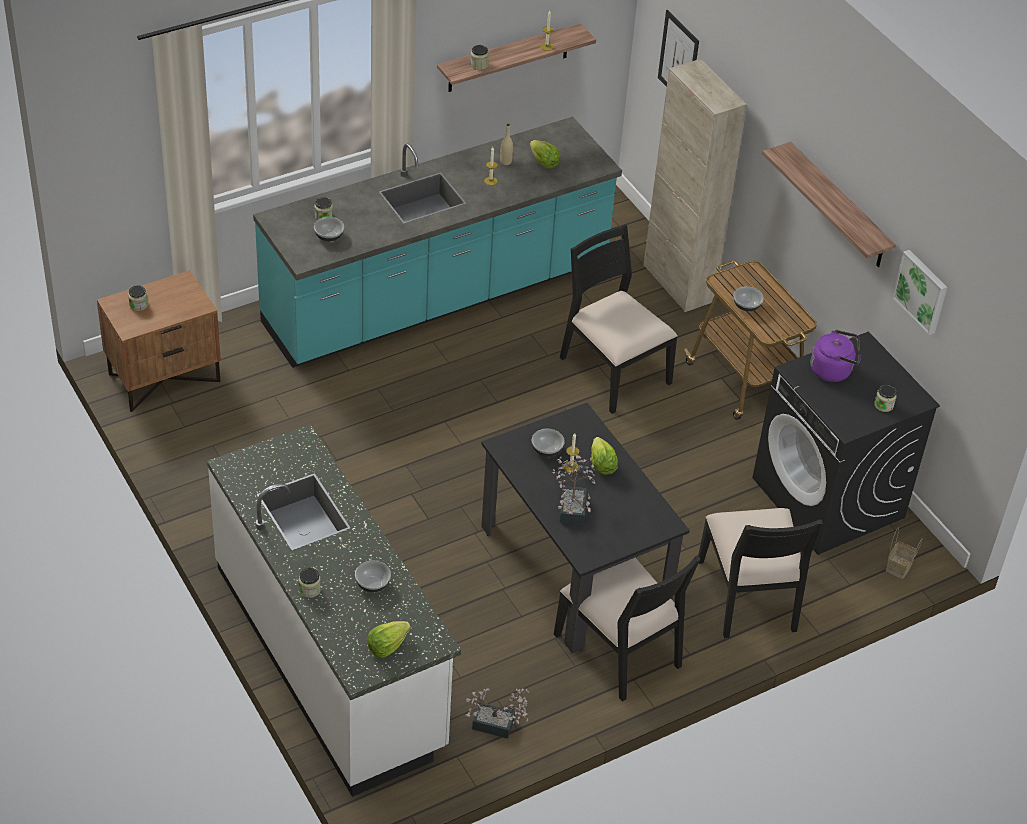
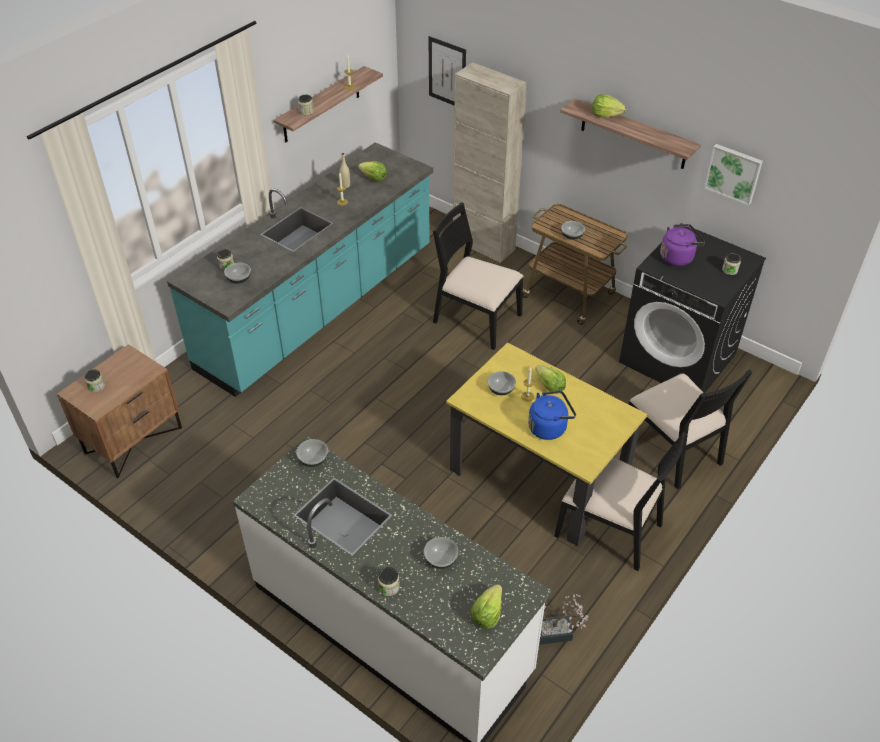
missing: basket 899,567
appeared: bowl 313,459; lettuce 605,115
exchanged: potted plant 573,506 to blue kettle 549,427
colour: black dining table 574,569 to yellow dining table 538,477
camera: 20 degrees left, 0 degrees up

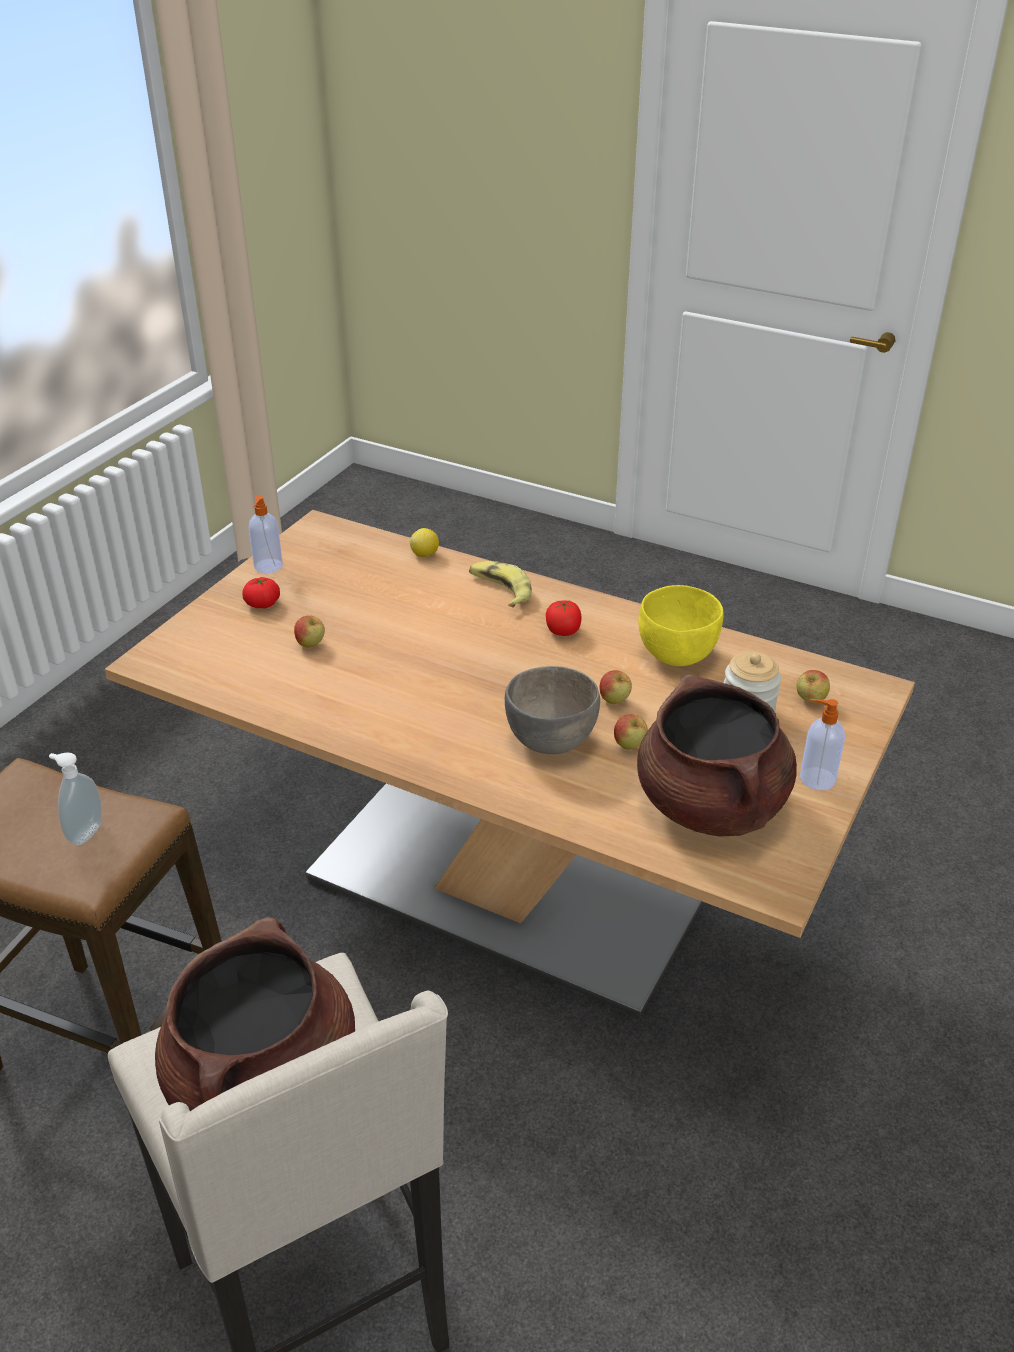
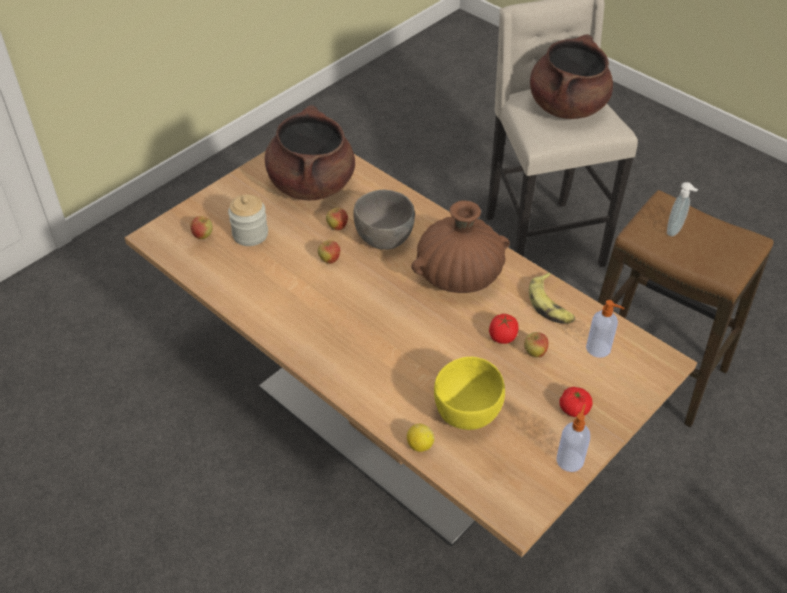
appeared: brown vase 459,275
relocated: yellow bowl 676,656 to 467,413; tomato 563,631 to 502,337; banana 500,590 to 551,305; soap dispenser 816,778 to 599,349
camera: 165 degrees left, 10 degrees up

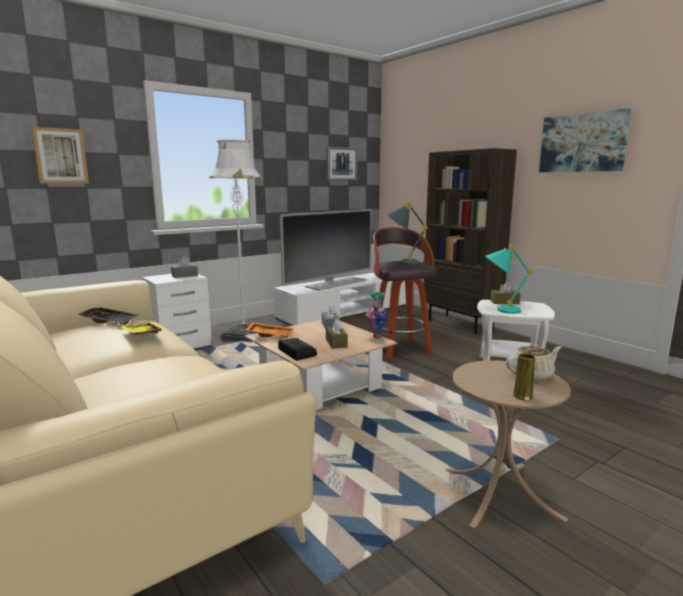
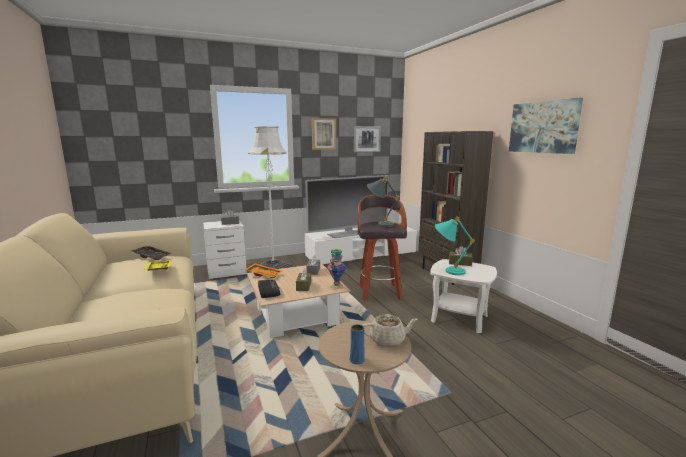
relocated: picture 60,156 to 323,134
colour: yellow vase 522,396 to blue vase 357,360
camera: 15 degrees right, 0 degrees up

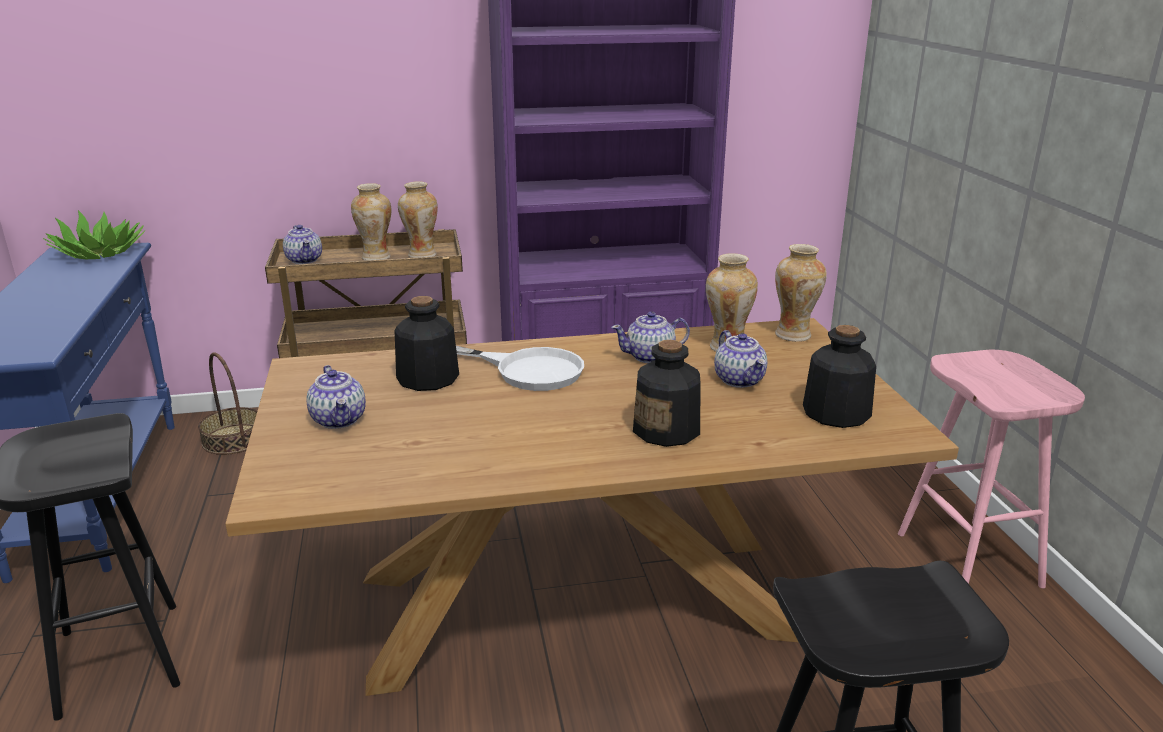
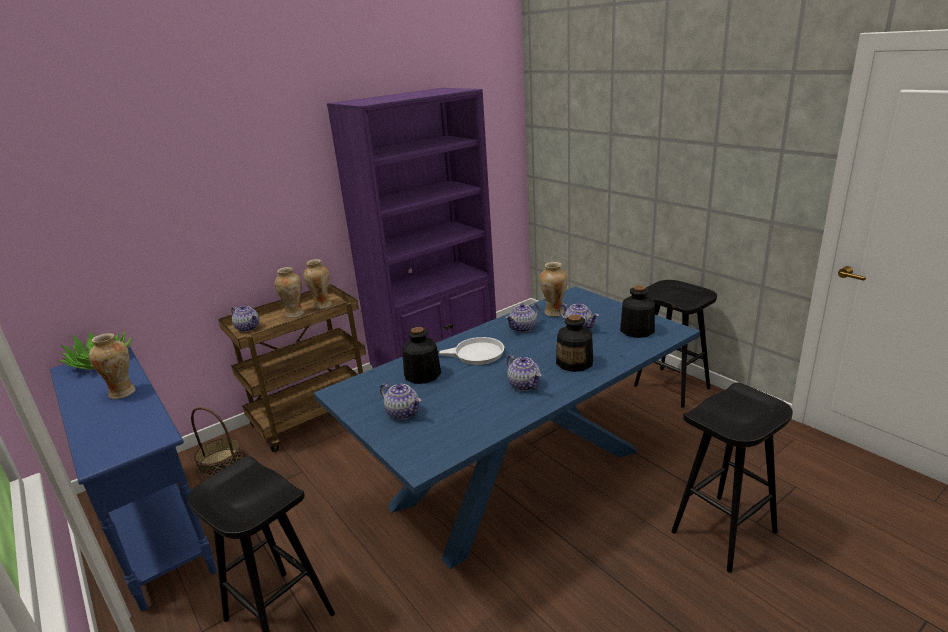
appeared: teapot 524,385
relocated: vase 794,335 to 123,393
colour: brown dining table 582,605 to blue dining table 520,476; pink stool 970,560 to black stool 673,387
camera: 25 degrees left, 0 degrees up

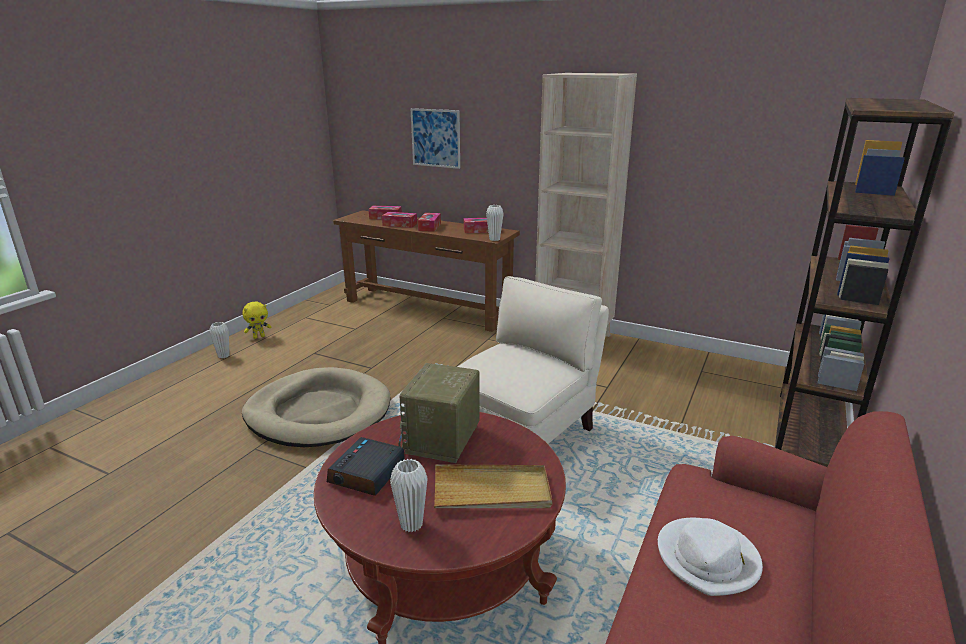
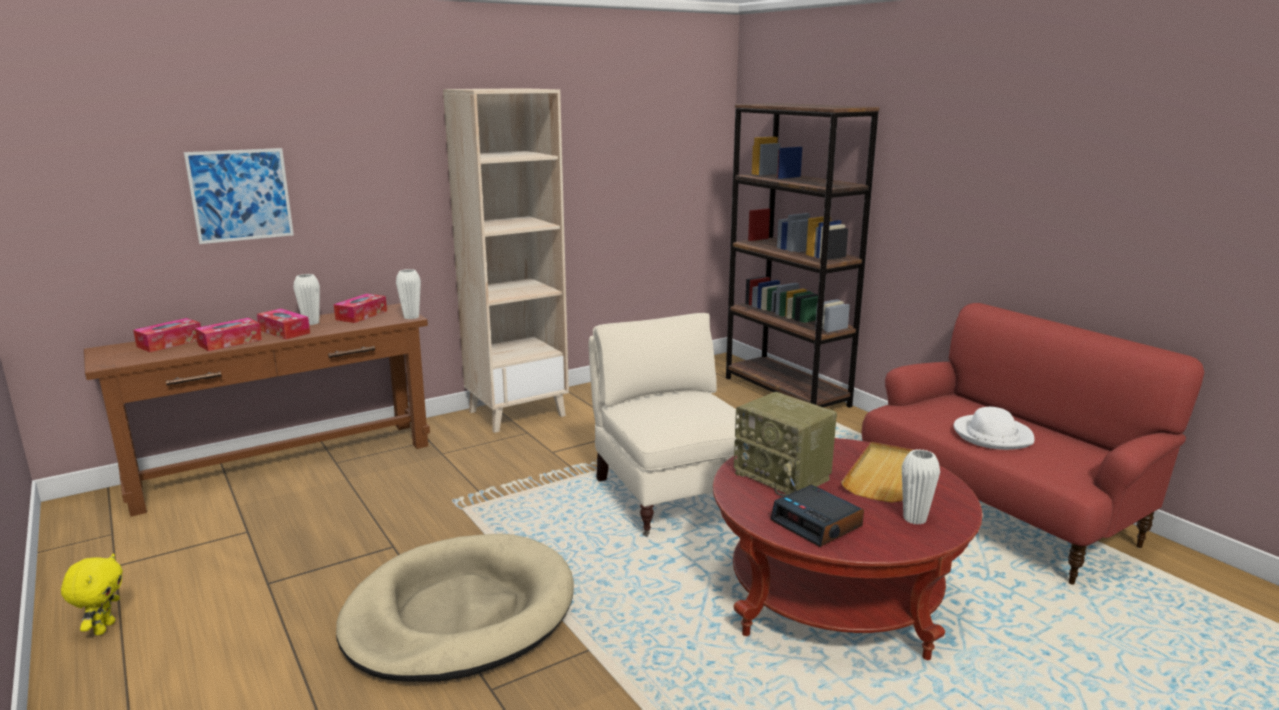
relocated: white vase 223,356 to 311,323
camera: 60 degrees left, 5 degrees down

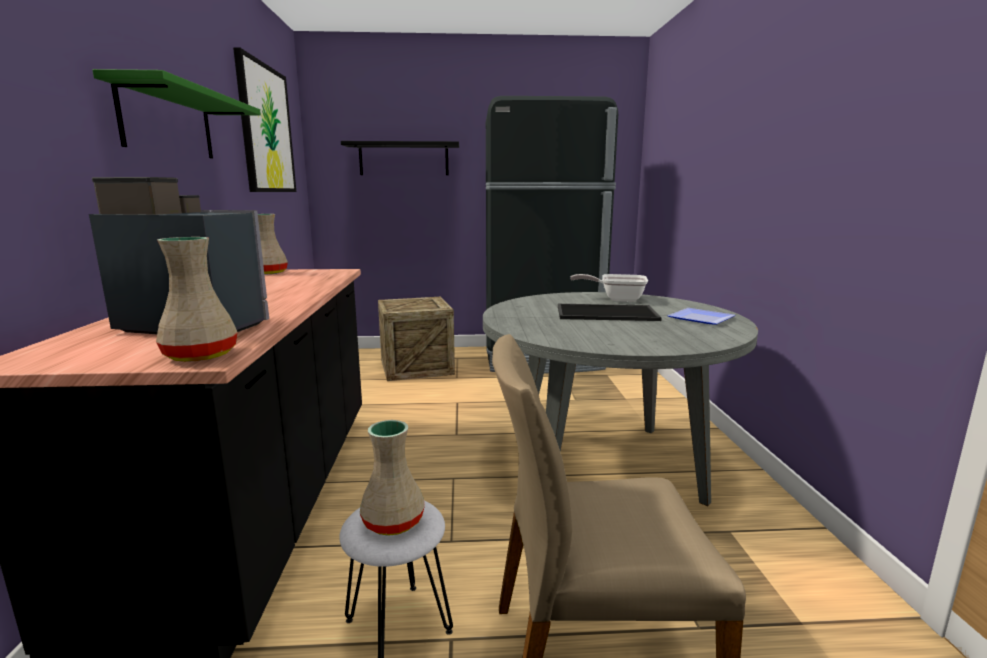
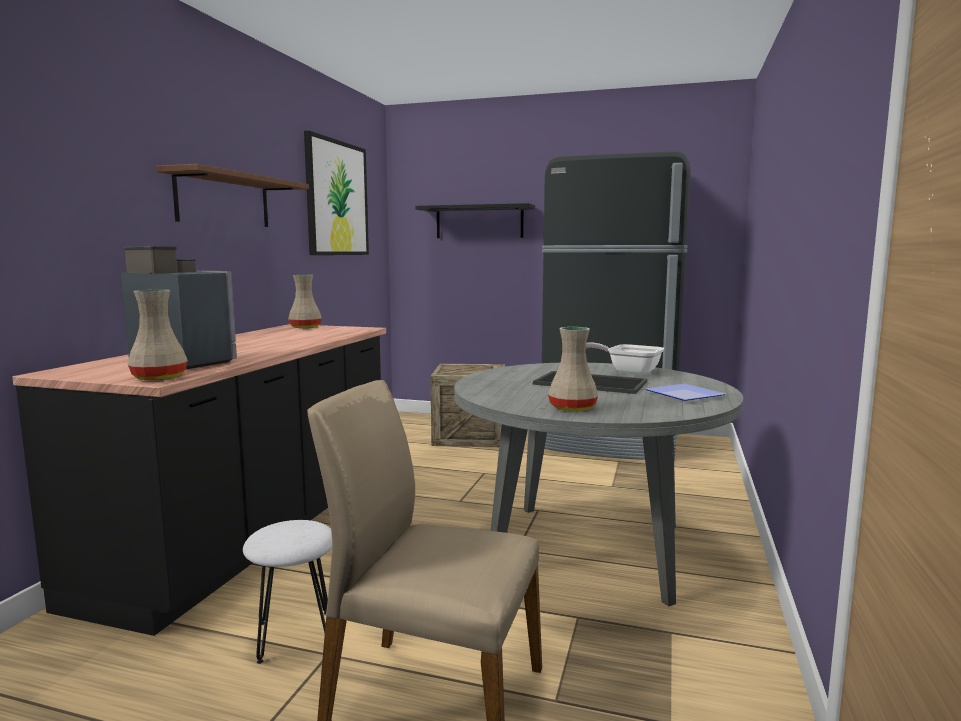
relocated: beige vase 395,522 to 573,408
colour: green shelf 168,123 to brown shelf 224,200
camera: 20 degrees right, 5 degrees down

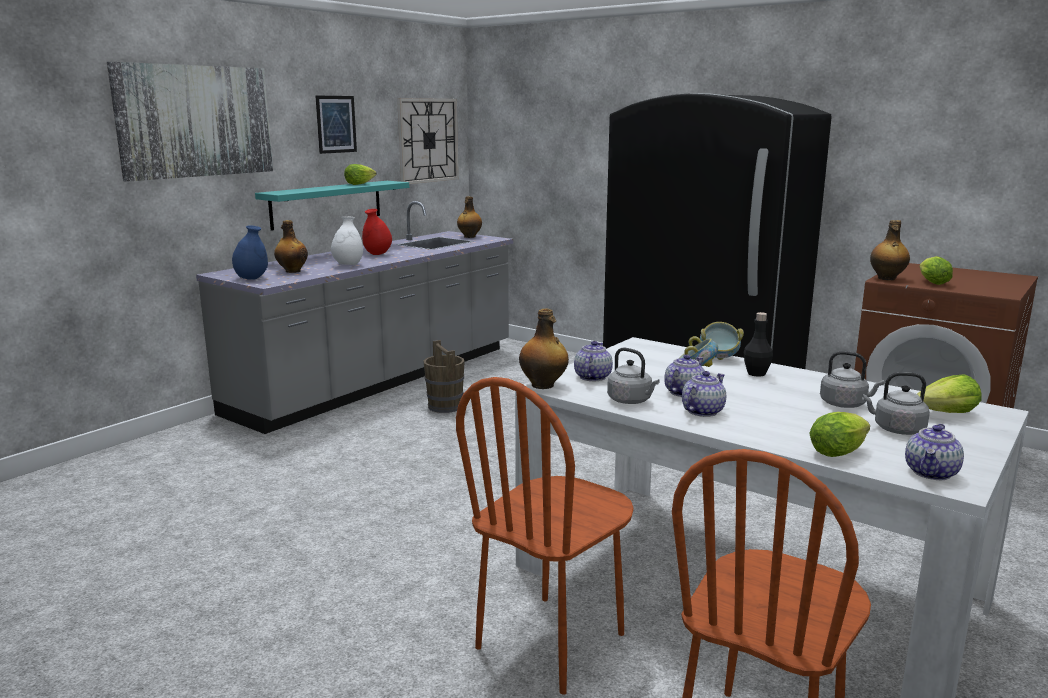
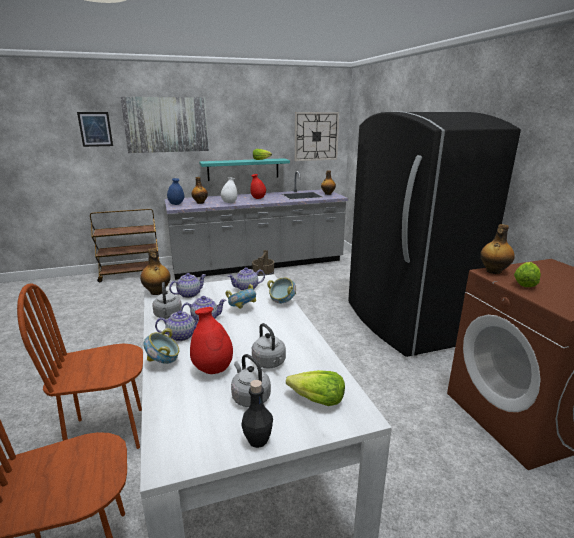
missing: lettuce 840,452
appeared: brown cart 131,274; bowl 164,362; red vase 213,369
relocated: picture 336,124 to 95,129; teapot 932,473 to 247,288; black bottle 756,373 to 258,440
camera: 35 degrees right, 5 degrees up

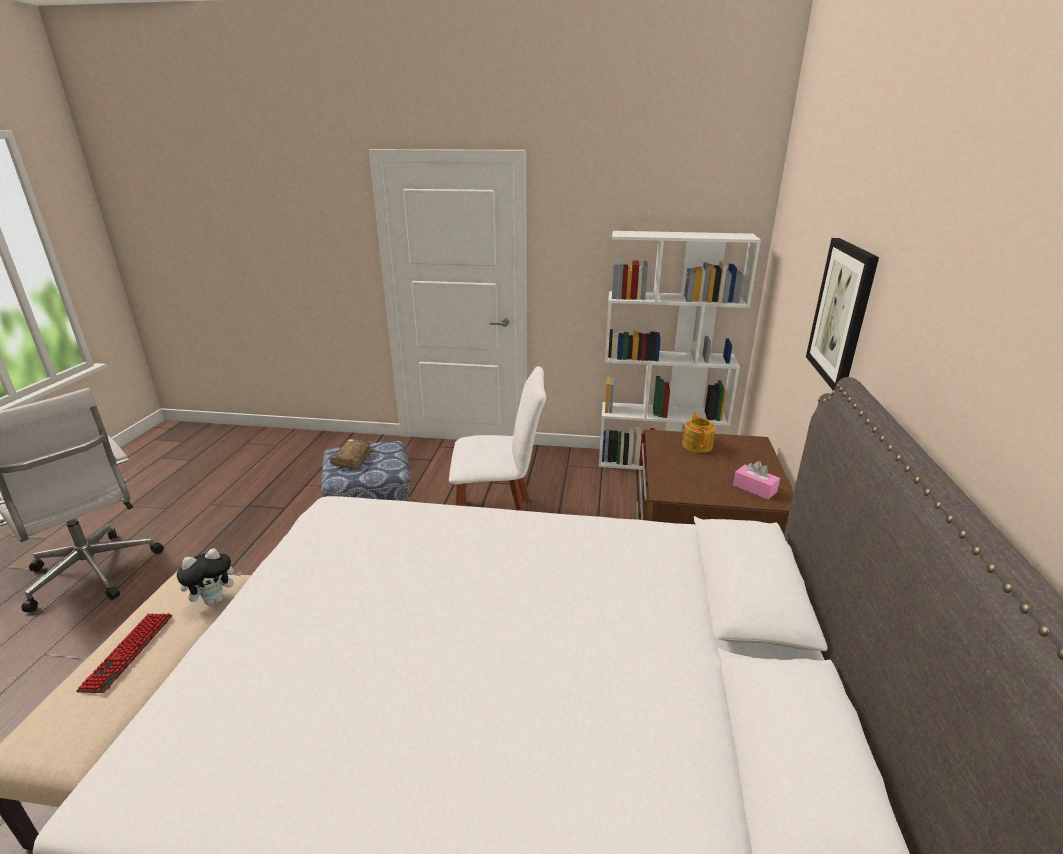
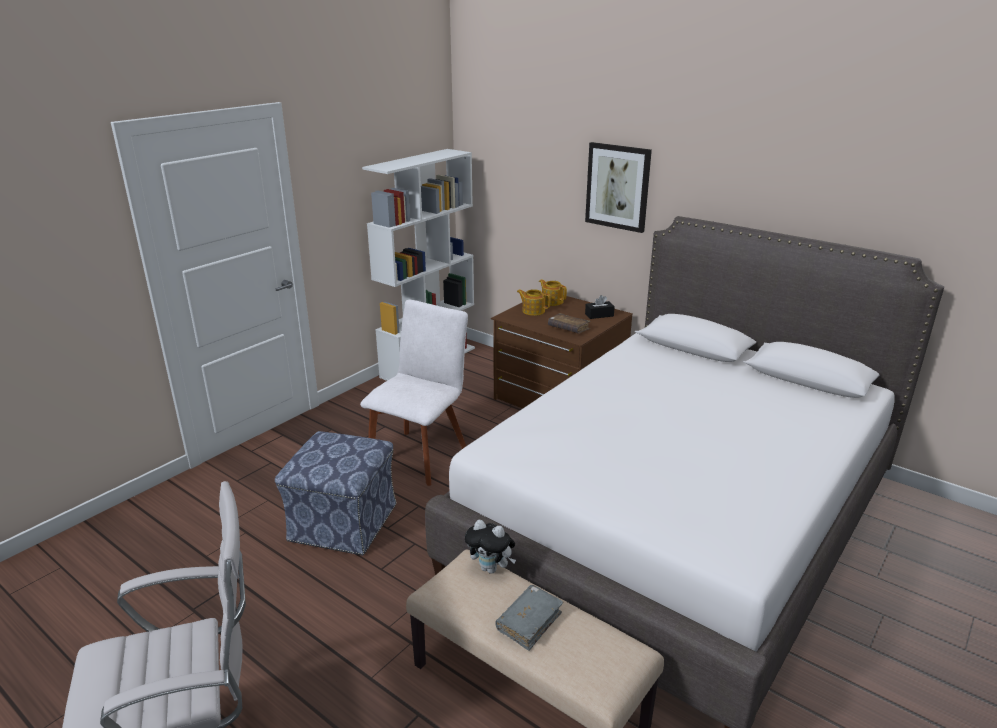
appeared: teapot 552,301
relocated: brown book 352,459 to 568,328
exchanged: keyboard 128,652 to grey book 529,622
colour: pink tissue box 754,488 to black tissue box 599,315
spun: plush toy 215,599 = 491,568 120 degrees clockwise
camera: 60 degrees left, 0 degrees up

